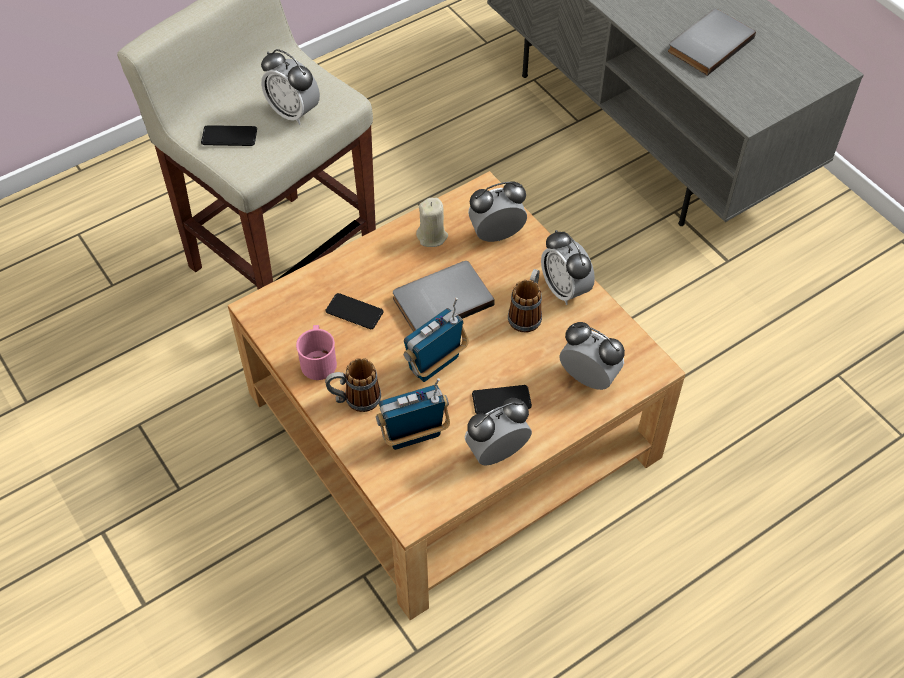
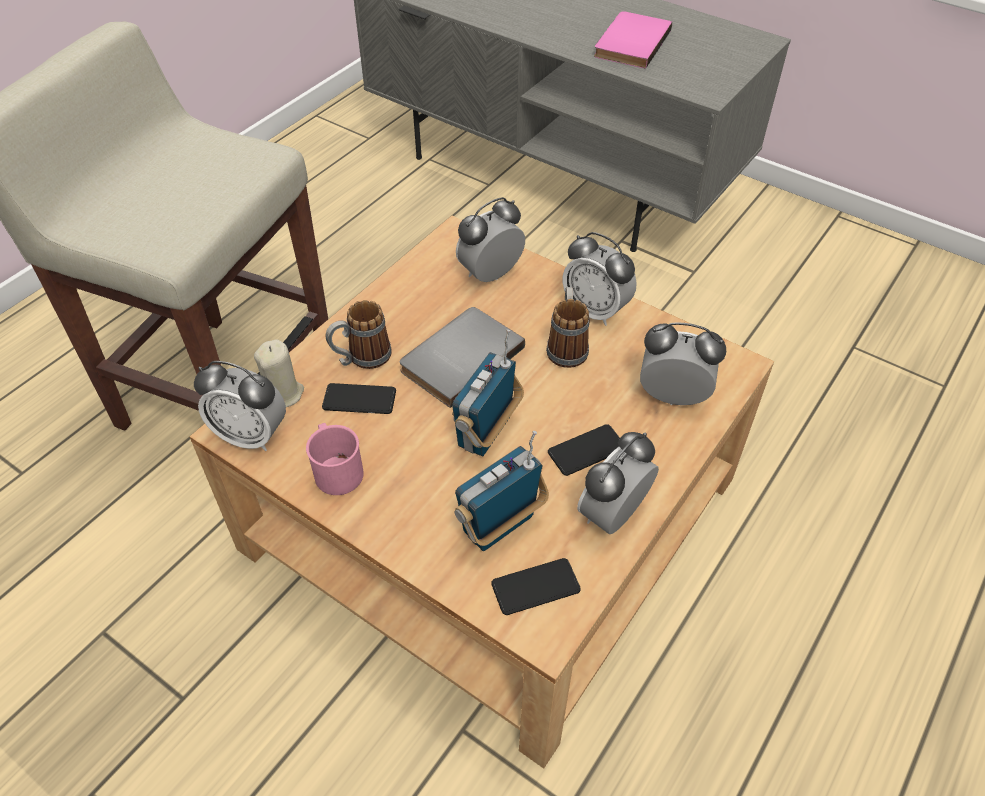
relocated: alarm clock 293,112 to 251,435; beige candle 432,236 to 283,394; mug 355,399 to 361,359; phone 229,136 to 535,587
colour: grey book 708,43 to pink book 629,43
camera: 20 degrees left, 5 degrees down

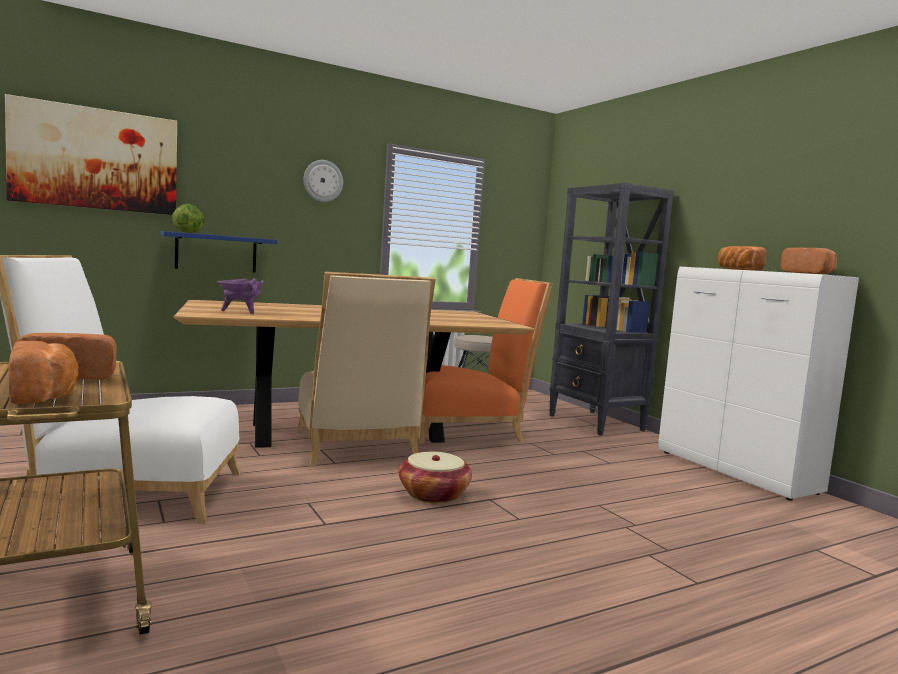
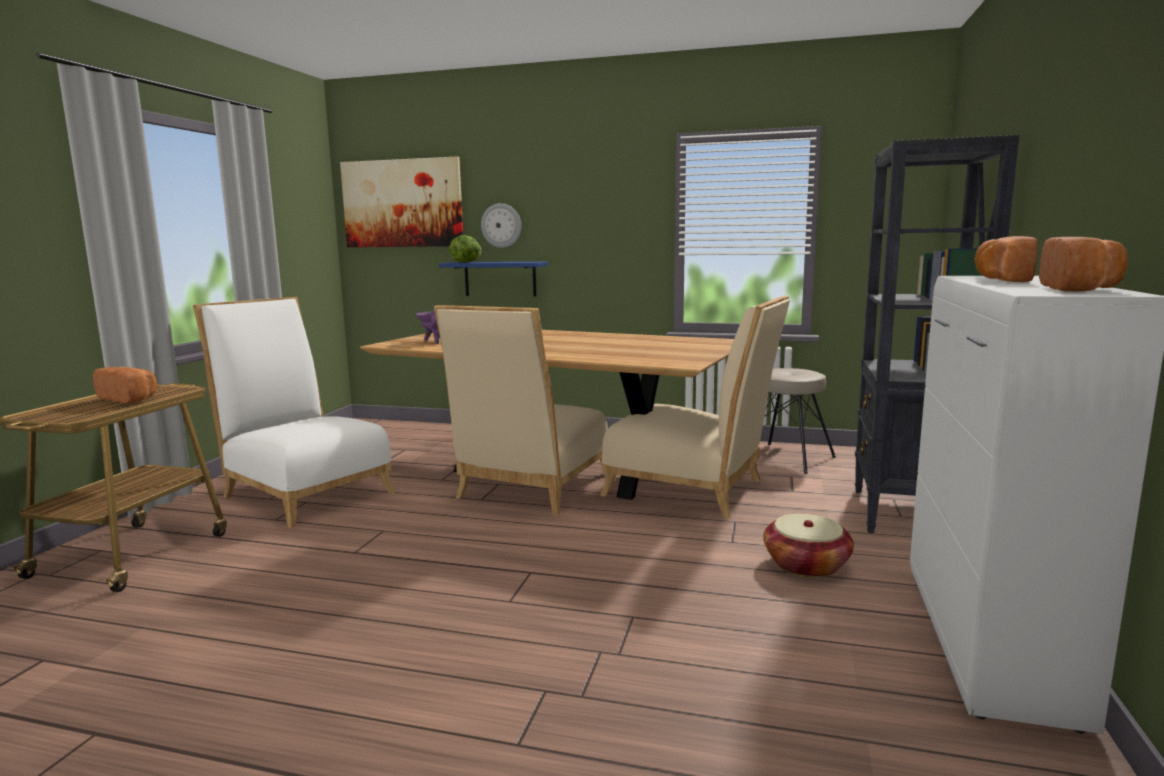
missing: bread 45,395
relocated: wall clock 323,181 to 501,225; basket 433,494 to 806,565
colour: orange chair 467,429 to beige chair 693,489
camera: 45 degrees right, 5 degrees up

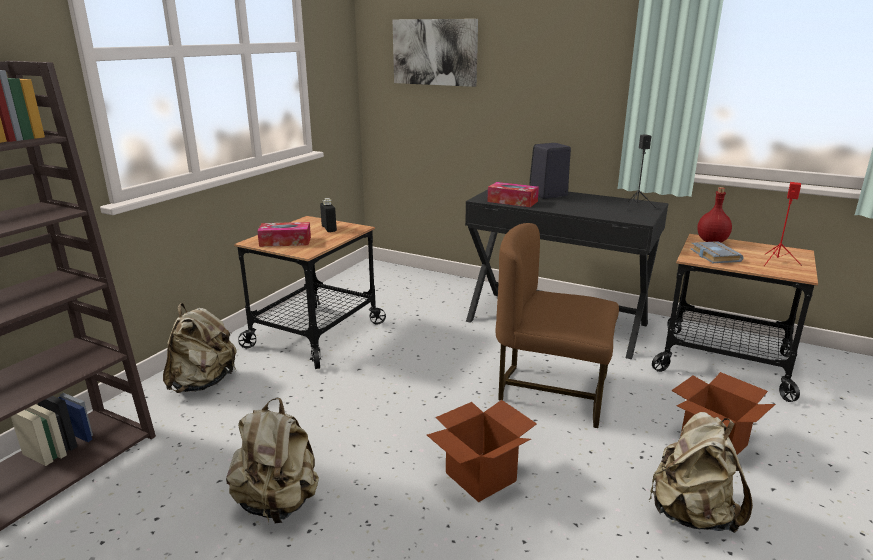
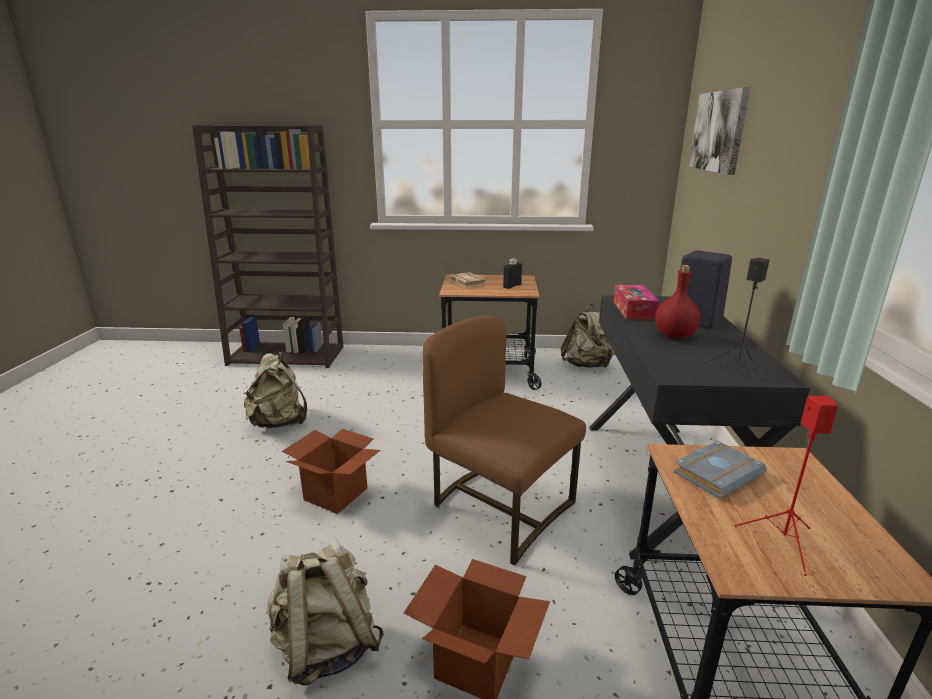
relocated: beige backpack 203,383 to 588,365; red bottle 712,241 to 675,336
exchanged: tissue box 285,241 to beige book 466,283
spun: brown chair 552,391 = 499,507 45 degrees counterclockwise
camera: 65 degrees right, 0 degrees up

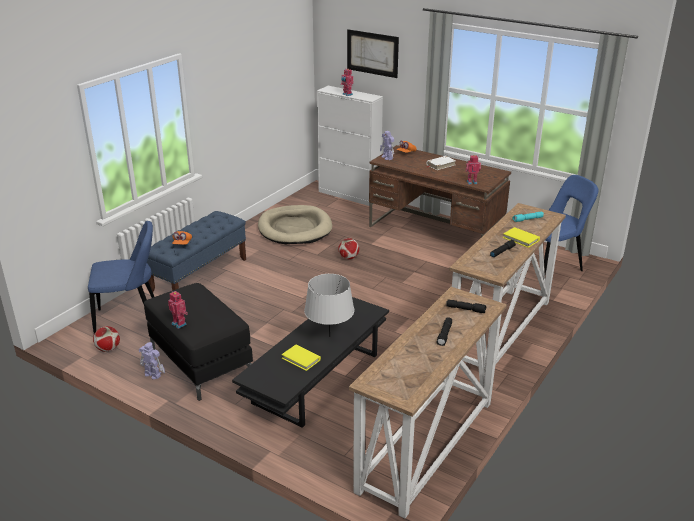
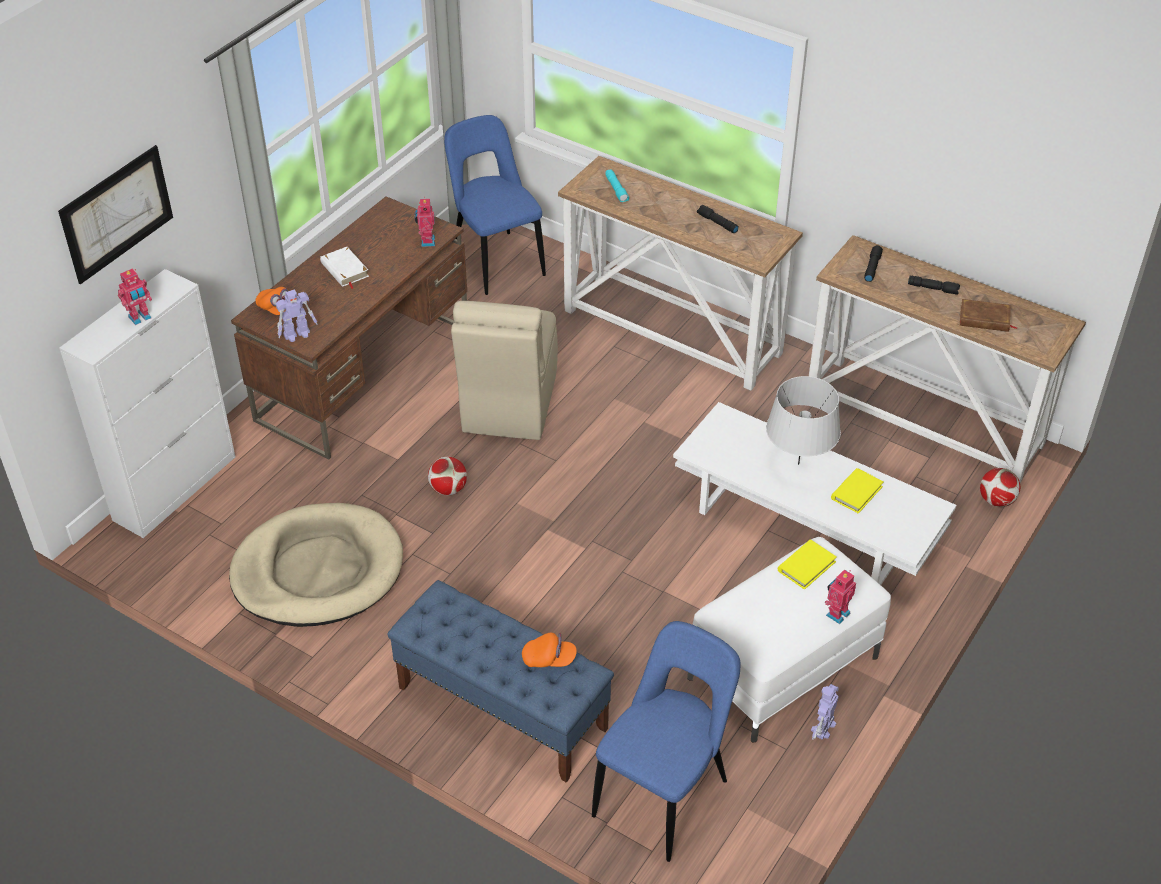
appeared: beige chair 508,404; brown book 984,319
relocated: yellow book 521,239 to 806,566; football 108,349 to 996,500
colour: black coffee table 316,378 to white coffee table 806,524; black ottoman 200,362 to white ottoman 783,668
spun: blue chair 130,319 = 664,793 45 degrees clockwise
camera: 90 degrees left, 15 degrees up

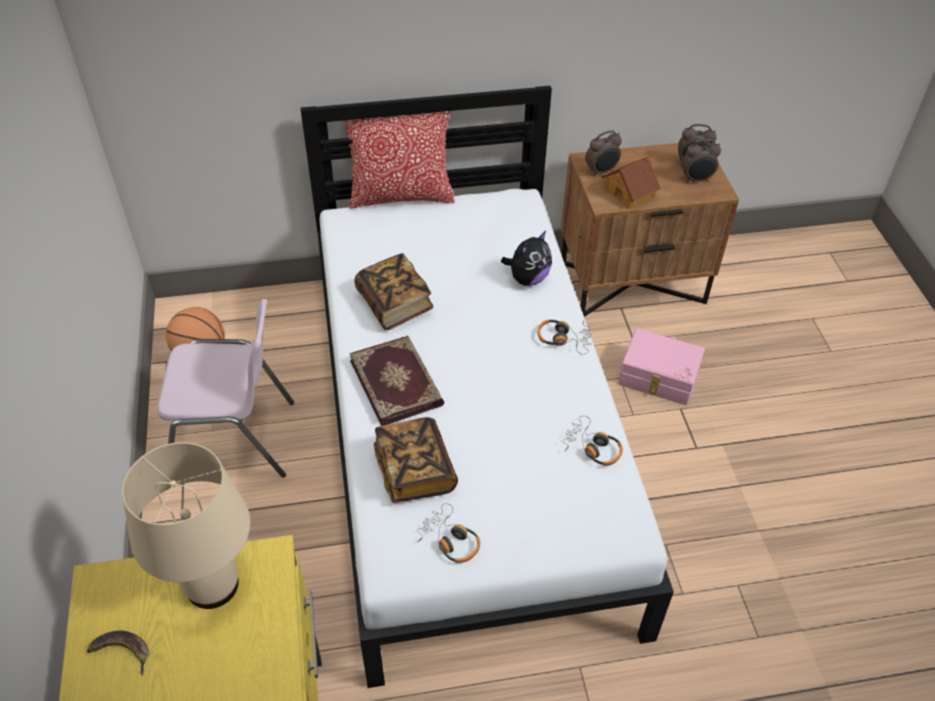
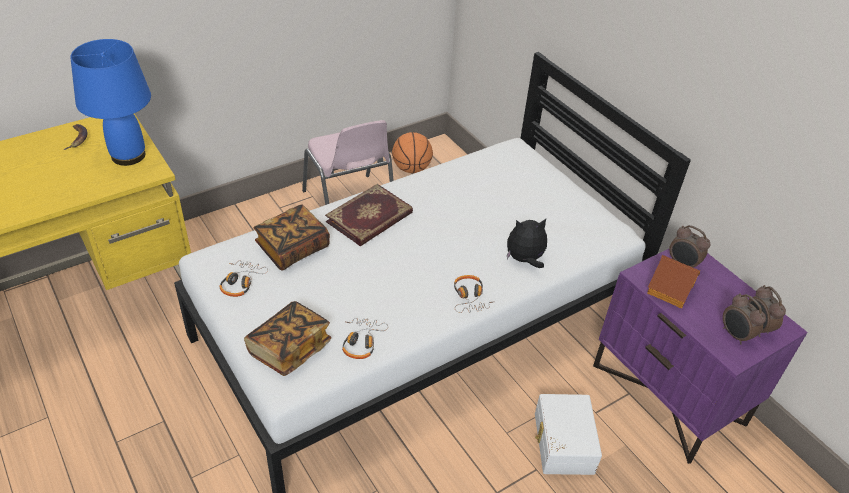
missing: pillow 401,196
relocated: book 394,304 to 289,348
colour: beige table lamp 211,584 to blue table lamp 128,155; pink storage box 658,378 to white storage box 562,442; brown nightstand 632,281 to purple nightstand 669,394
spun: plush toy 527,278 = 524,260 150 degrees clockwise
camera: 65 degrees right, 5 degrees down

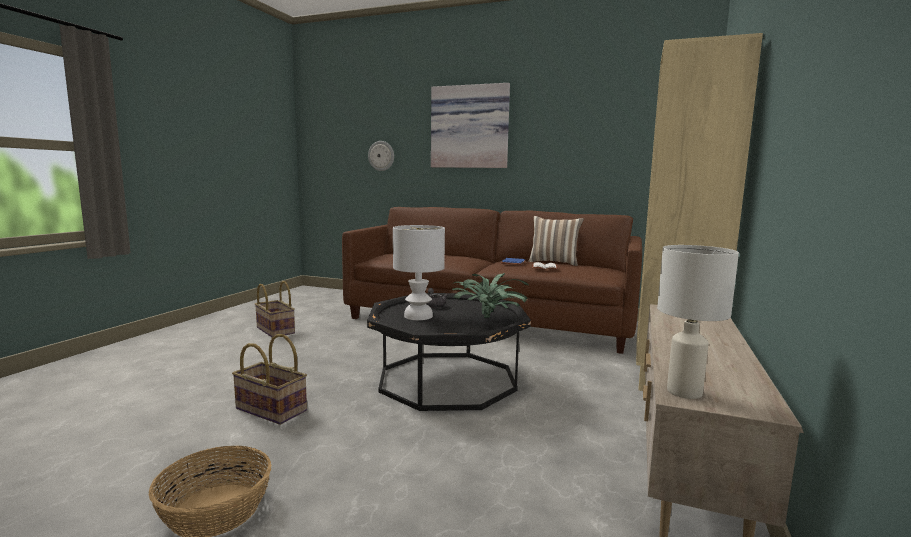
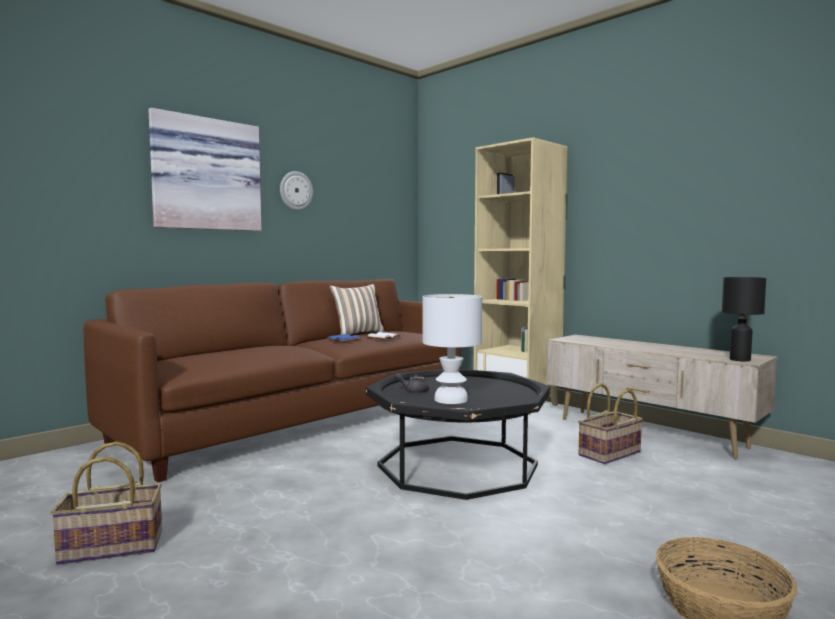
missing: potted plant 489,319
relocated: wall clock 381,156 to 296,191; basket 270,410 to 610,454
colour: white table lamp 683,392 to black table lamp 740,360
camera: 65 degrees left, 5 degrees down

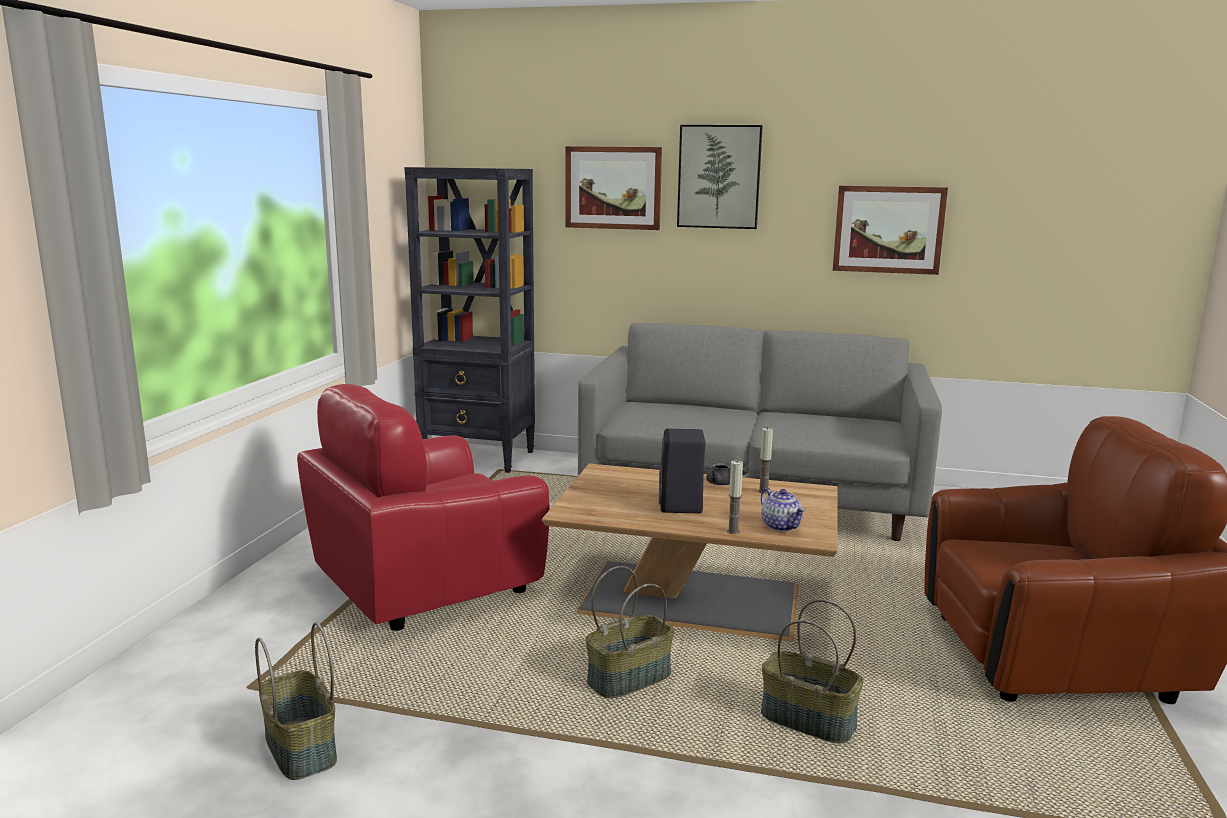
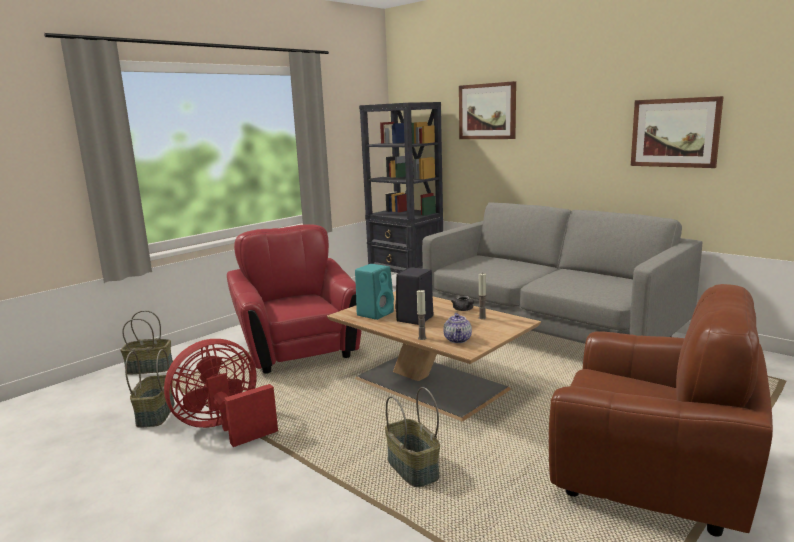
missing: picture 719,177
appeared: red fan 224,427; turquoise speaker 375,313
relocated: basket 629,678 to 150,368
spun: red armchair 426,585 = 298,349 75 degrees clockwise
camera: 30 degrees right, 0 degrees up

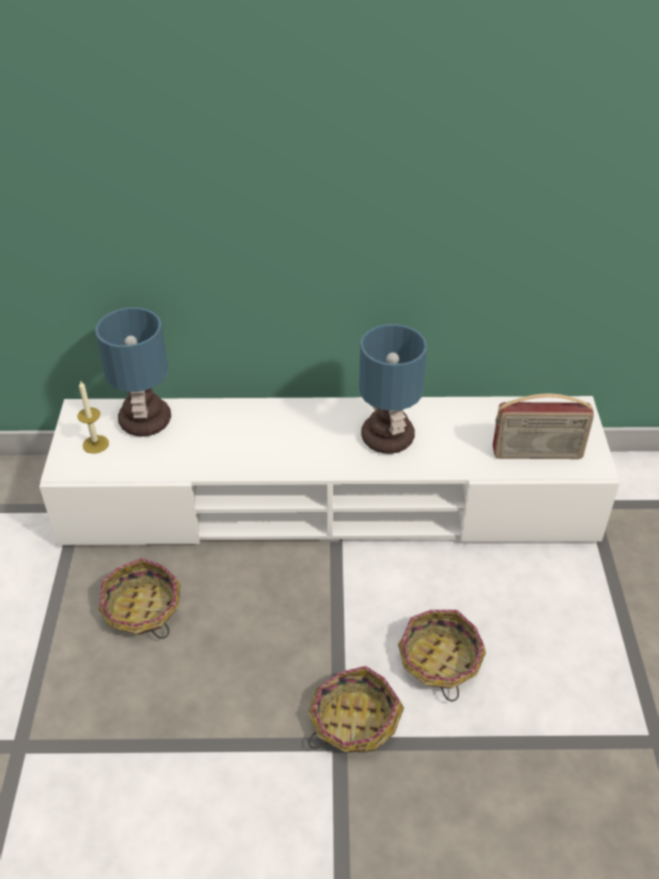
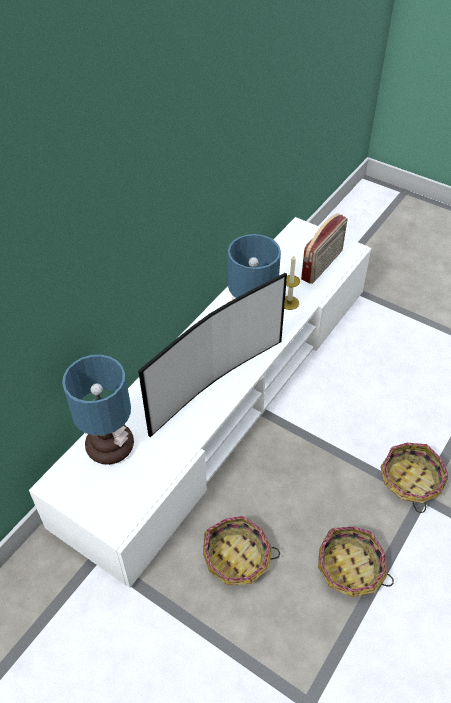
appeared: television 213,382
relocated: candle 95,444 to 289,303; basket 439,661 to 350,568
camera: 55 degrees left, 5 degrees up

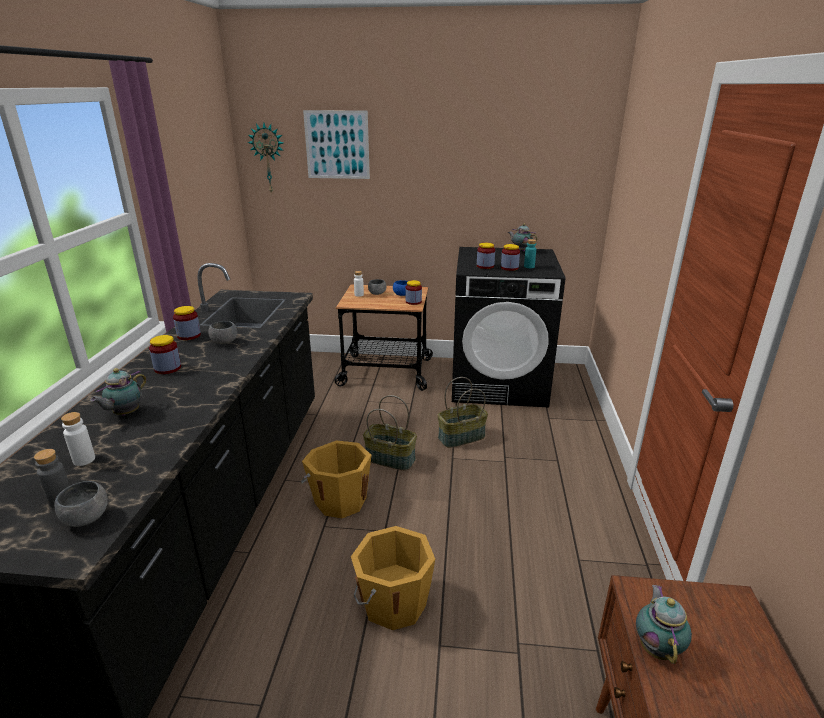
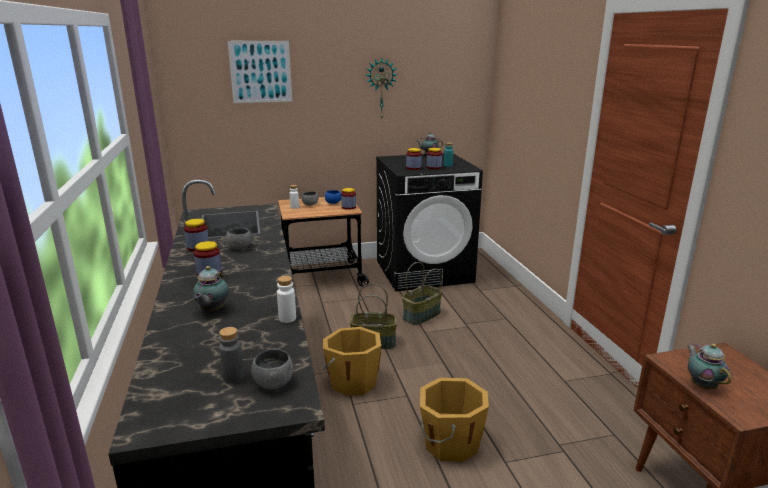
relocated: white bottle 84,460 to 287,318; wall clock 268,158 to 381,88
camera: 20 degrees left, 5 degrees down

